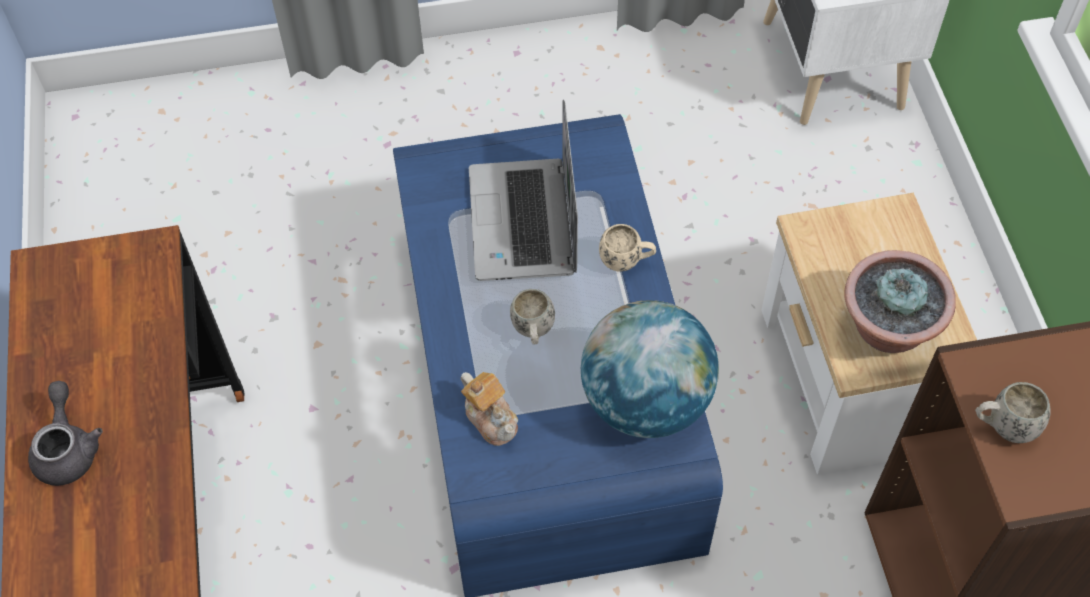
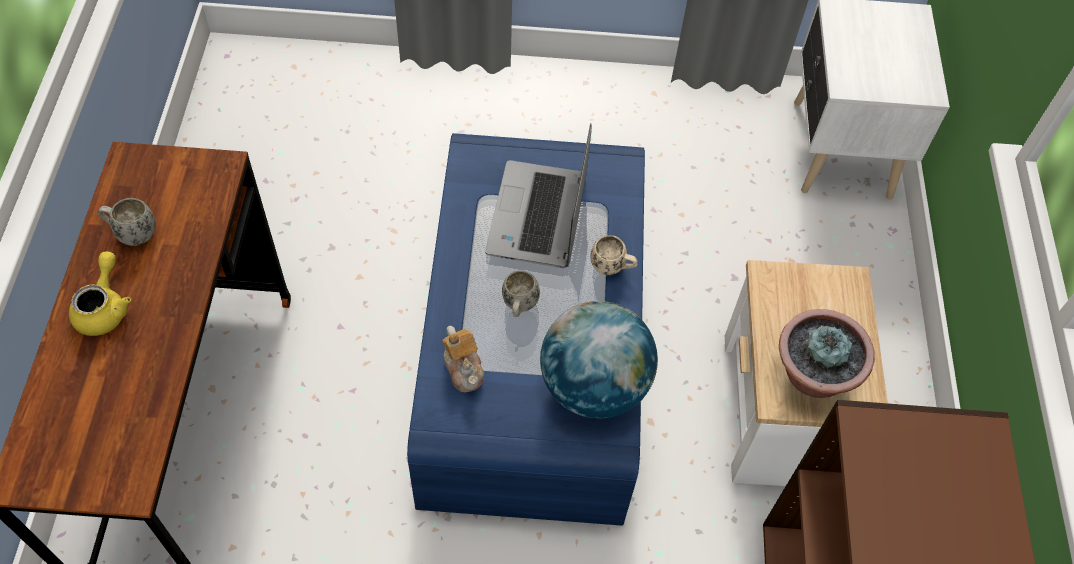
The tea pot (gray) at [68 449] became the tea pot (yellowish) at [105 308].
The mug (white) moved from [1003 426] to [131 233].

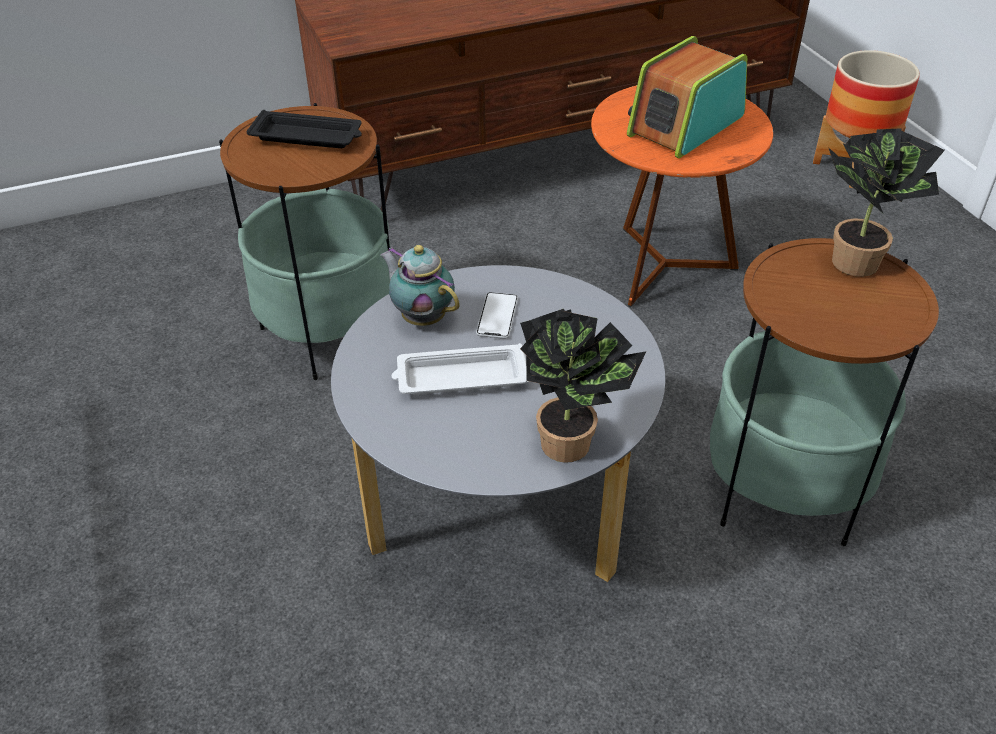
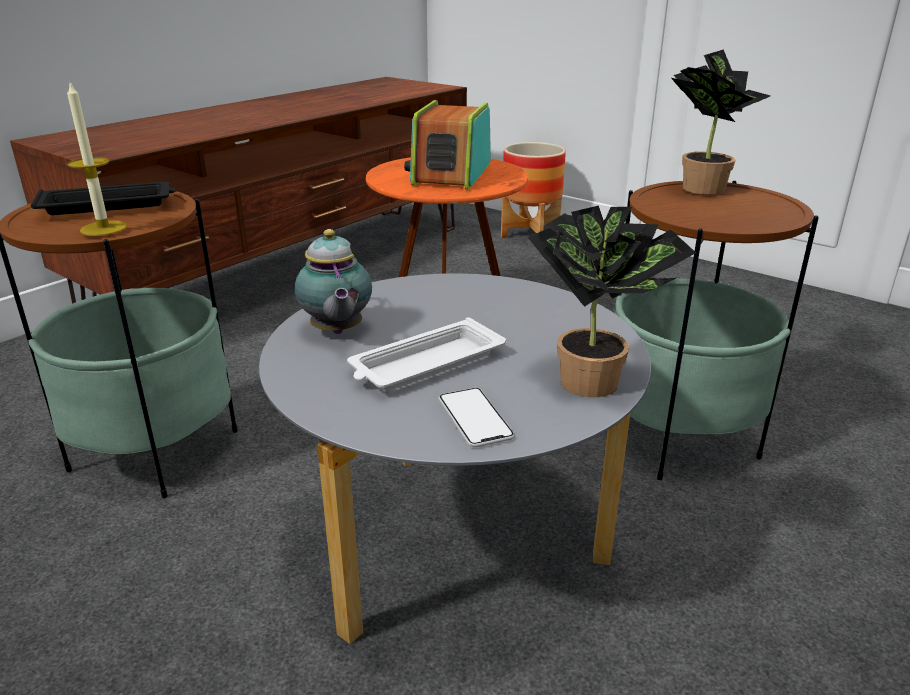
The wax candle at [103 228] appeared.
The tea pot at [422 317] turned 120 degrees counterclockwise.
The phone moved from [497 316] to [475 418].

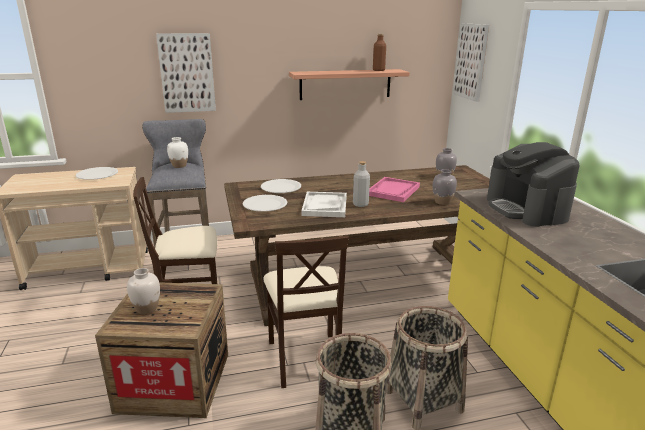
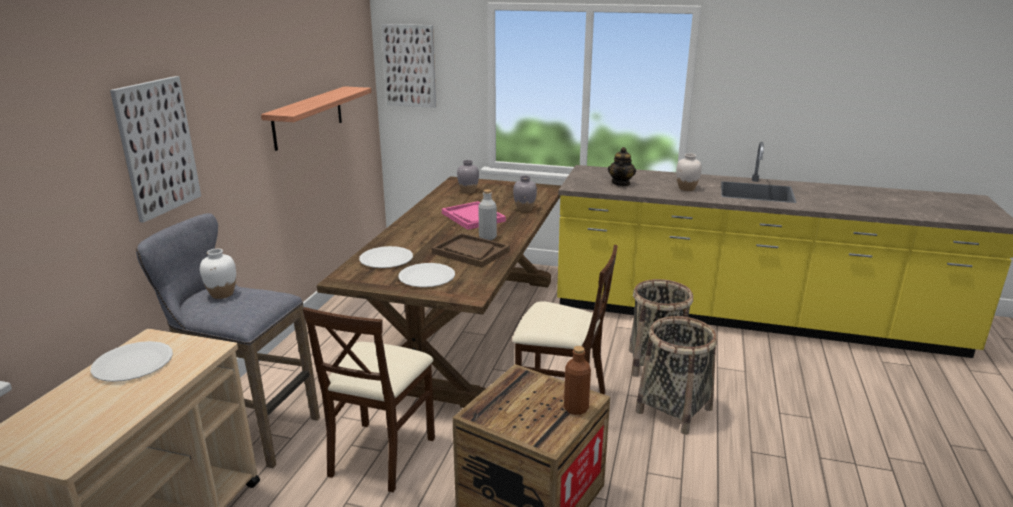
The tray (white) at [324 206] became the tray (brown) at [470 252].
The beverage bottle (brown) moved from [378 70] to [576 408].
The coffee brewer at [526 209] was replaced by the tea pot at [621 183].
The flower vase (white) moved from [147 309] to [686 188].

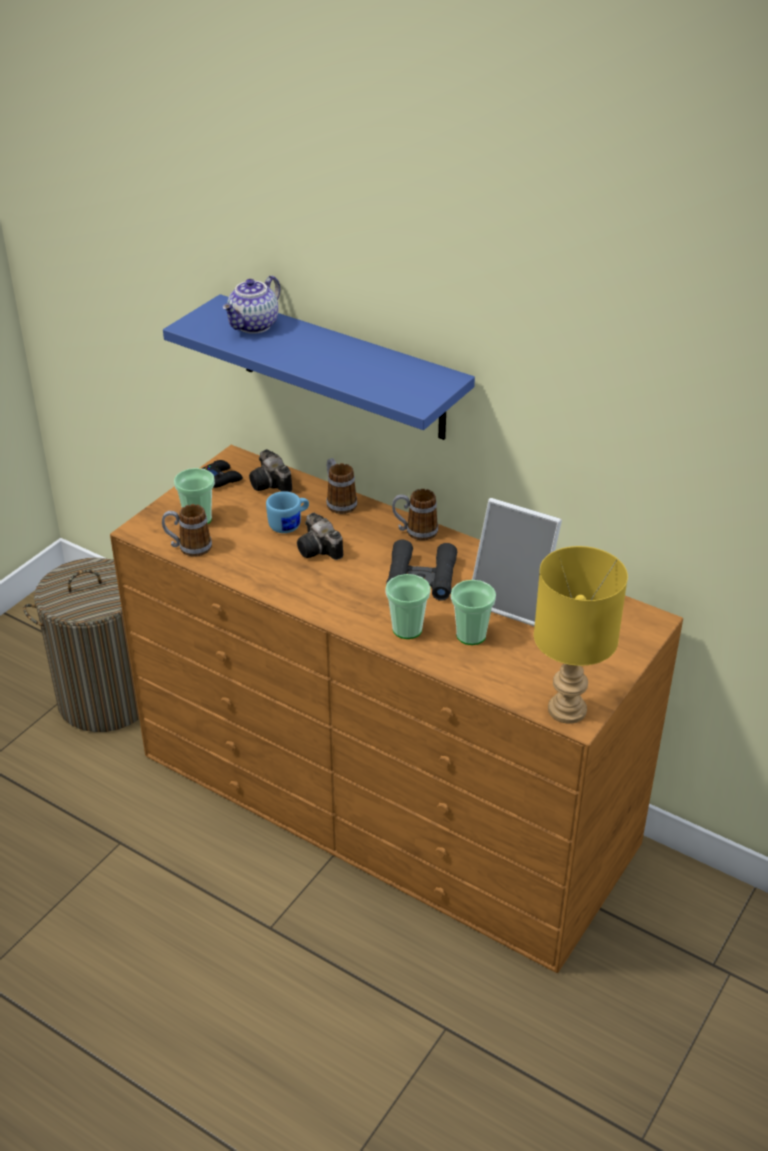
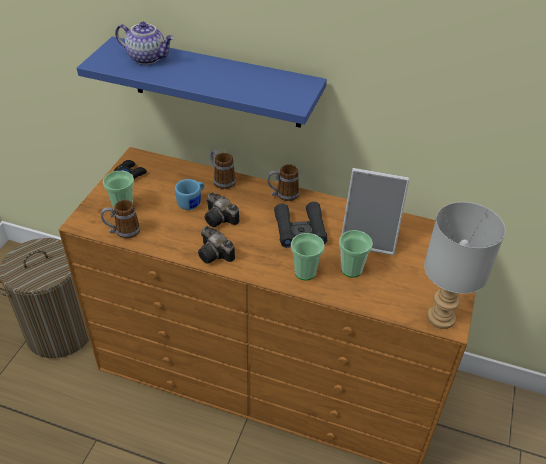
The tea pot at [254 326] turned 90 degrees counterclockwise.
The still camera moved from [271 484] to [216 255].
The lamp for a table (yellowish) at [565 710] became the lamp for a table (gray) at [439 318].

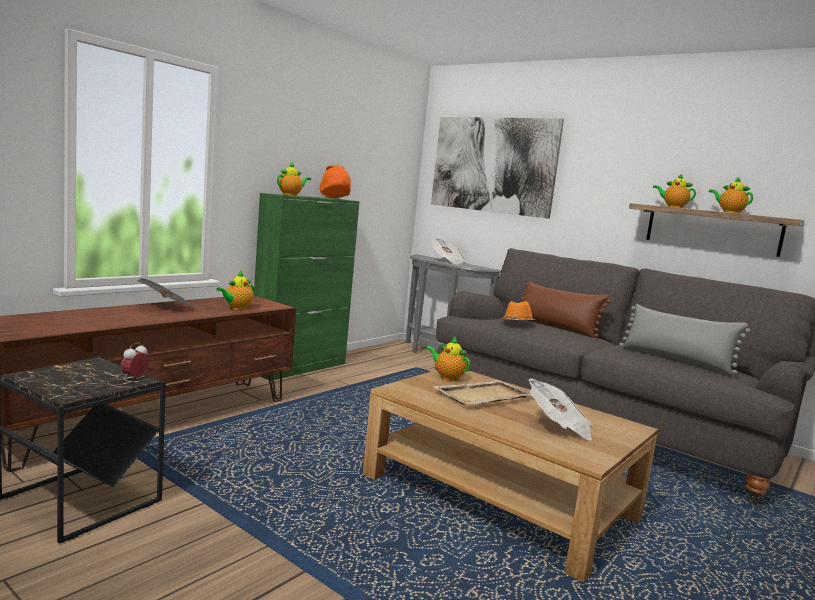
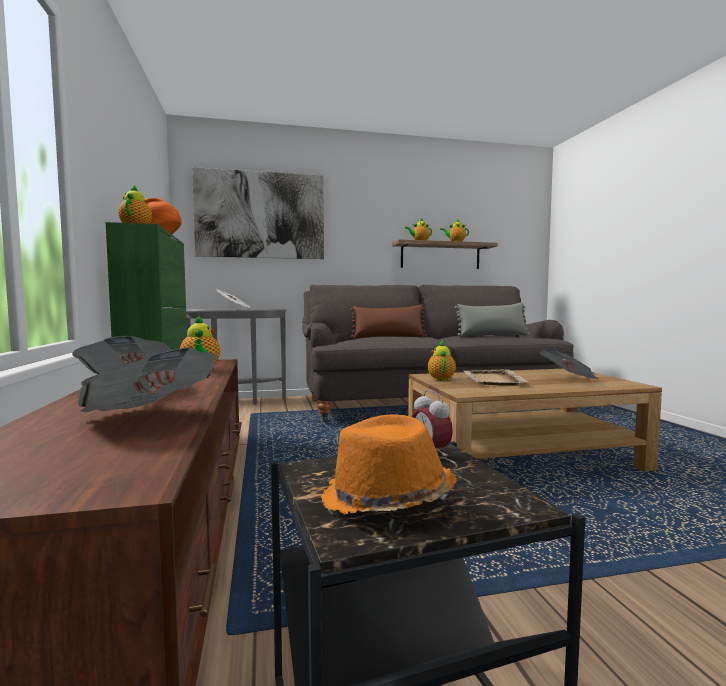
The daily paper at [150 418] appeared.
The wearable hat (orangey) moved from [517 323] to [385 500].
The tea pot at [447 377] turned 105 degrees clockwise.

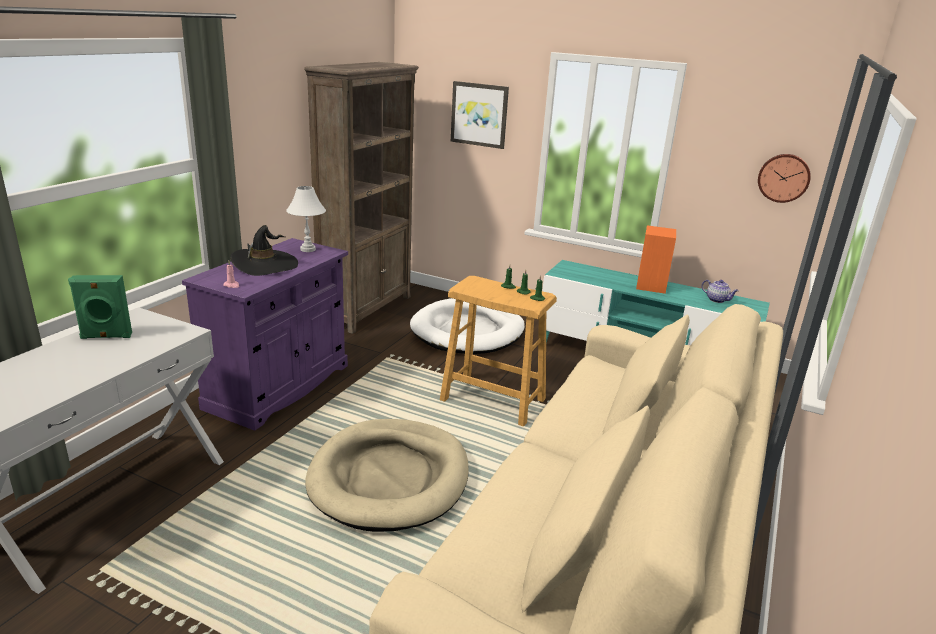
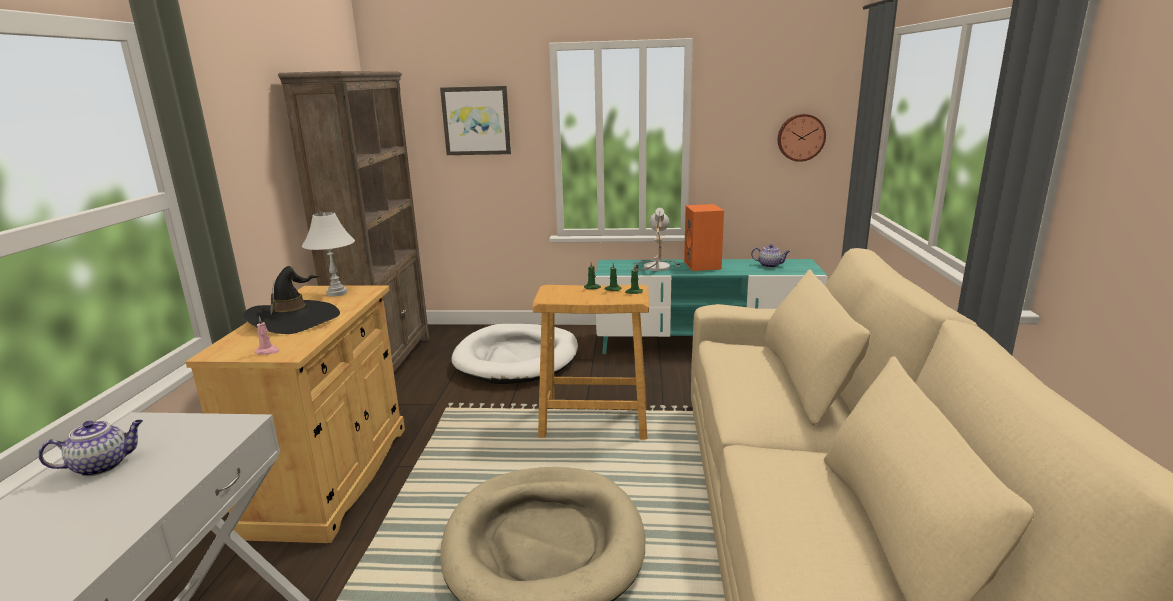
The speaker (green-coloured) at [106 336] was replaced by the tea pot at [103 465].
The storage cabinet (purplish) at [279 386] became the storage cabinet (beige) at [331 477].
The lamp for a table at [654 266] appeared.

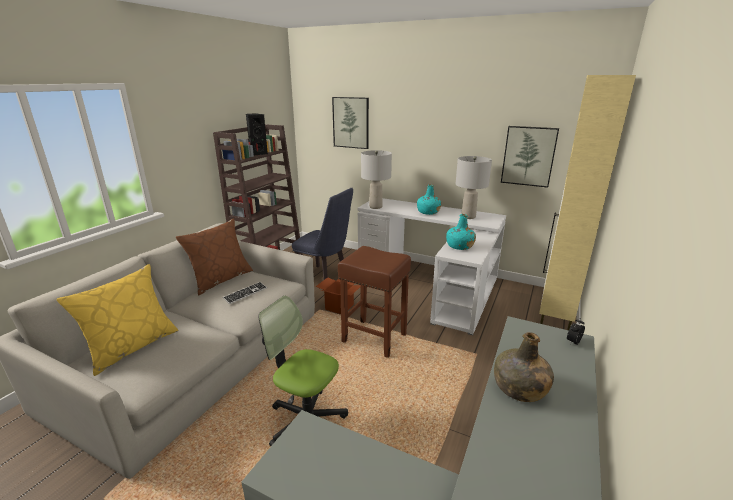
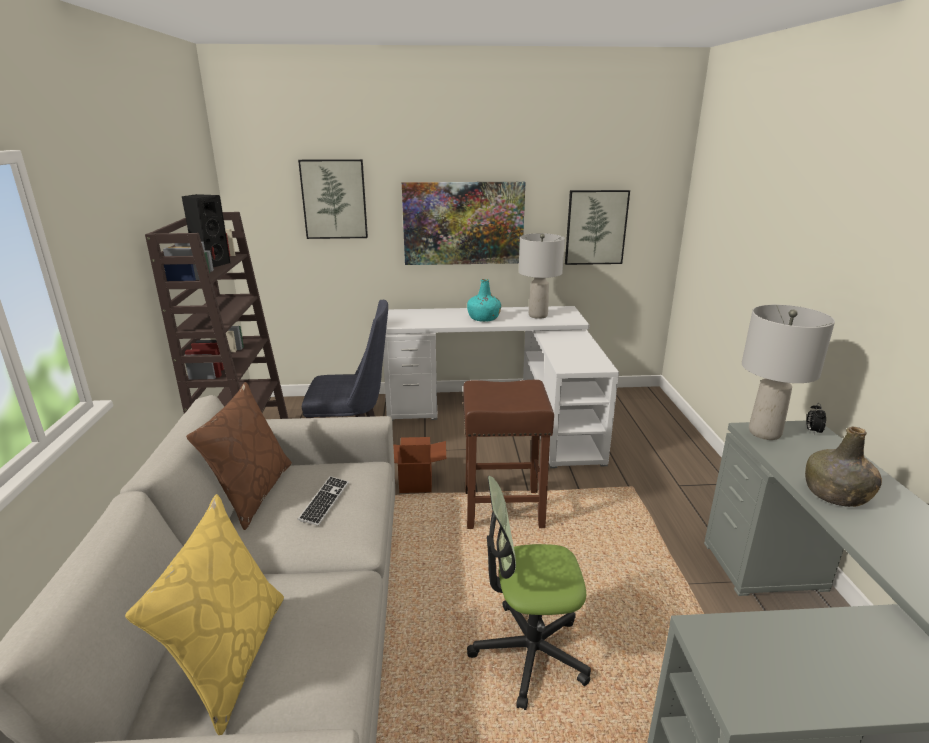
The wall art at [463 223] appeared.
The lamp for a table (gray) moved from [375 207] to [765 433].
The beverage bottle (turquoise) at [459 246] disappeared.
The storage cabinet (beige) at [555 314] disappeared.

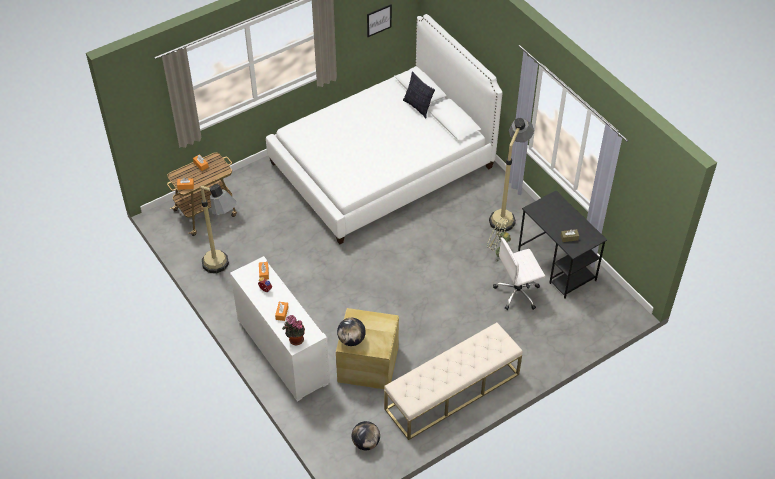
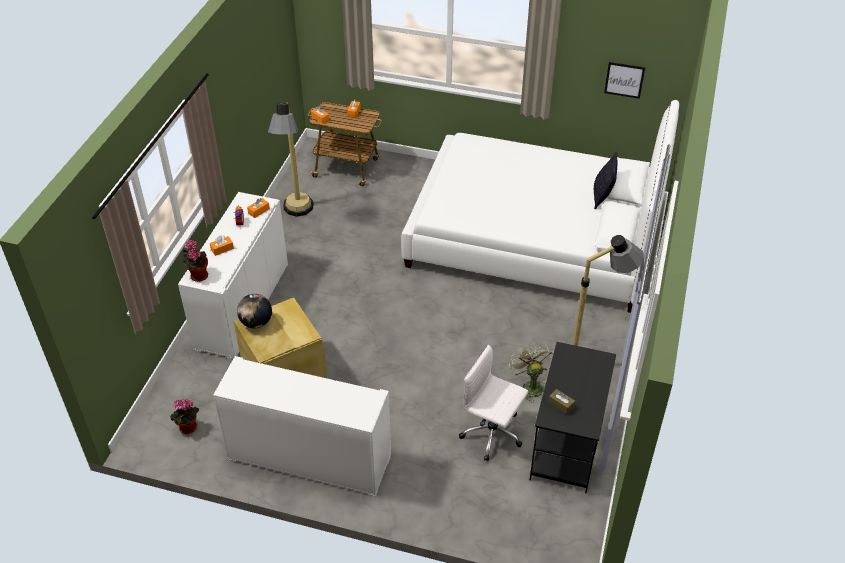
The desk globe at [366 443] was replaced by the houseplant at [187 429].
The long seat (beige) at [452 392] was replaced by the storage cabinet (white) at [309 458].

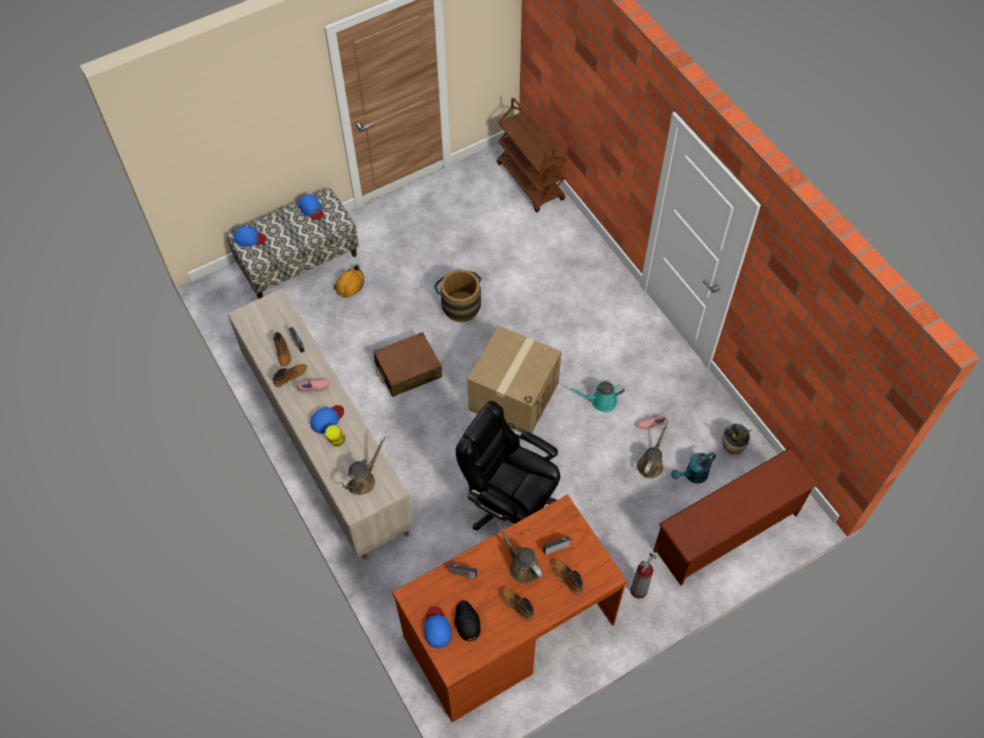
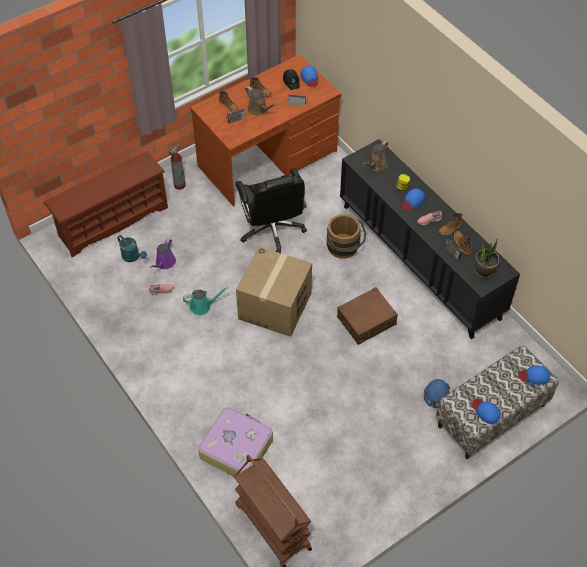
The watering pot (turquoise) at [693 475] turned 75 degrees clockwise.
The watering pot (brown) at [651 464] became the watering pot (purplish) at [164 263].
The travel case at [236 447] appeared.
The desk chair (black-coloured) at [510 503] turned 45 degrees clockwise.
The bucket (brown) moved from [459 304] to [344 249].
The storage cabinet (beige) at [326 445] became the storage cabinet (black-coloured) at [419 260].
The safety helmet (orangey) at [350 284] became the safety helmet (blue-coloured) at [436 395].
The houseplant moved from [733 446] to [484 270].

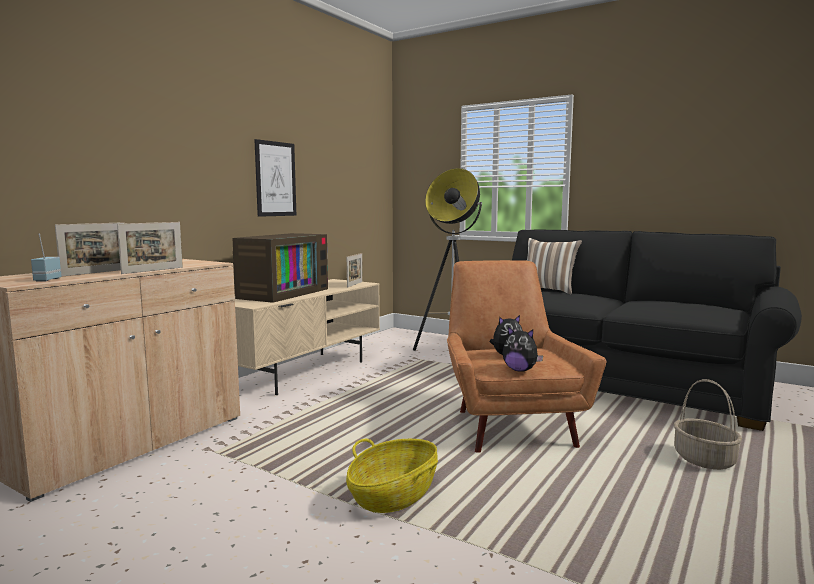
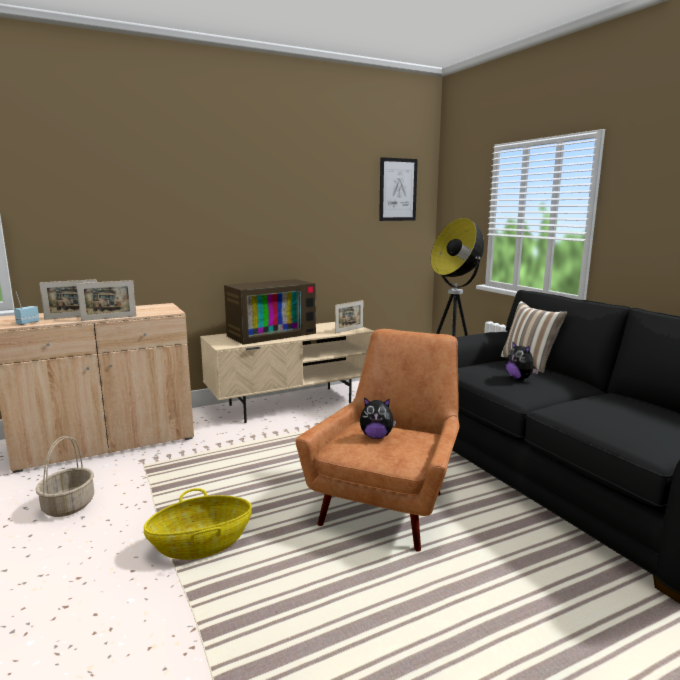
The household basket moved from [703 459] to [68 505].
The wall art moved from [275 179] to [398 189].
The soft toy moved from [520 370] to [519 378].

